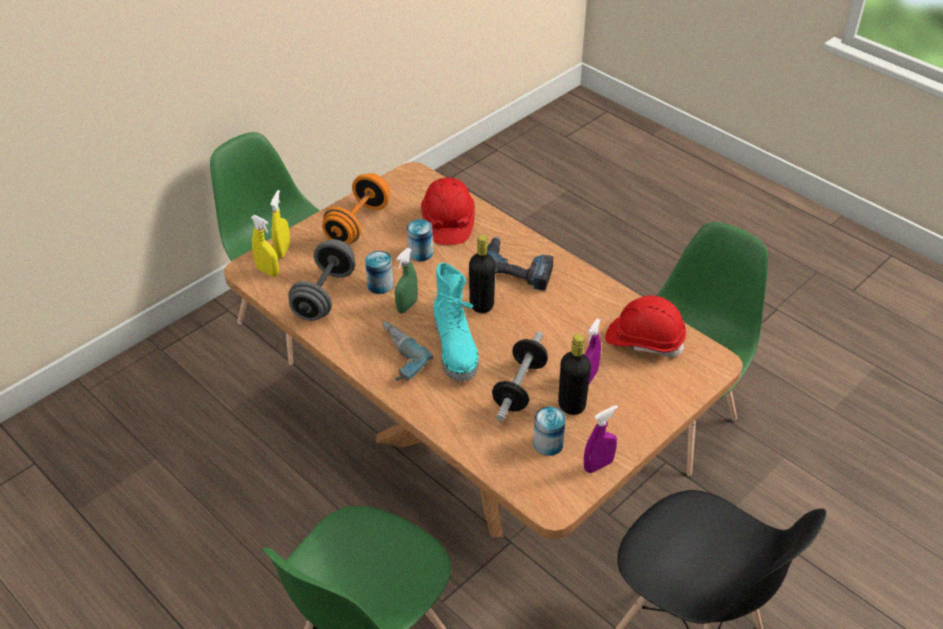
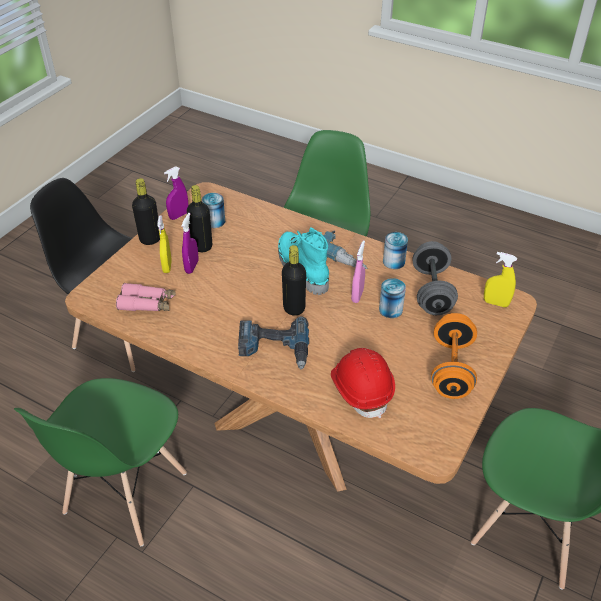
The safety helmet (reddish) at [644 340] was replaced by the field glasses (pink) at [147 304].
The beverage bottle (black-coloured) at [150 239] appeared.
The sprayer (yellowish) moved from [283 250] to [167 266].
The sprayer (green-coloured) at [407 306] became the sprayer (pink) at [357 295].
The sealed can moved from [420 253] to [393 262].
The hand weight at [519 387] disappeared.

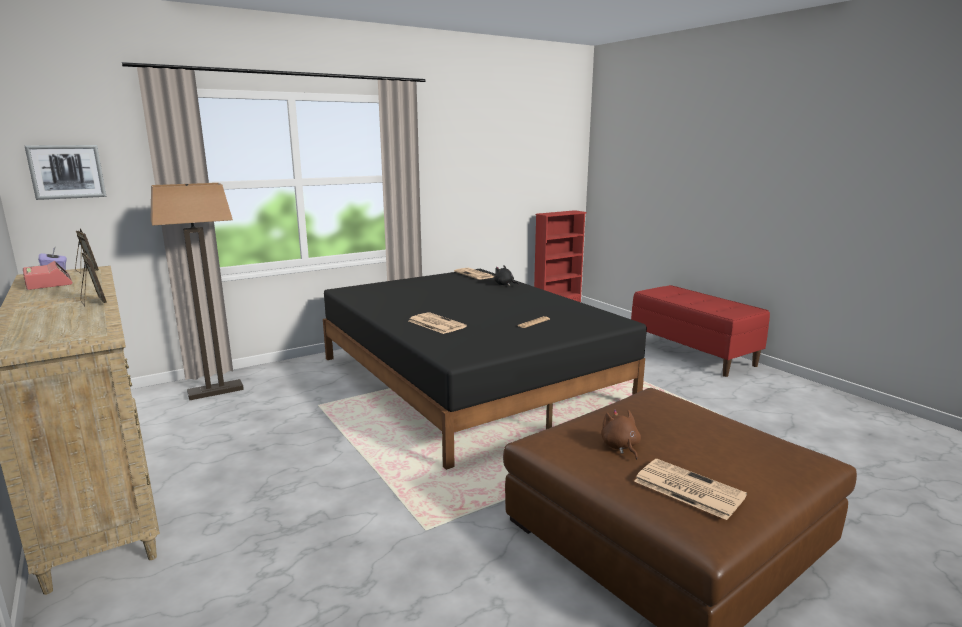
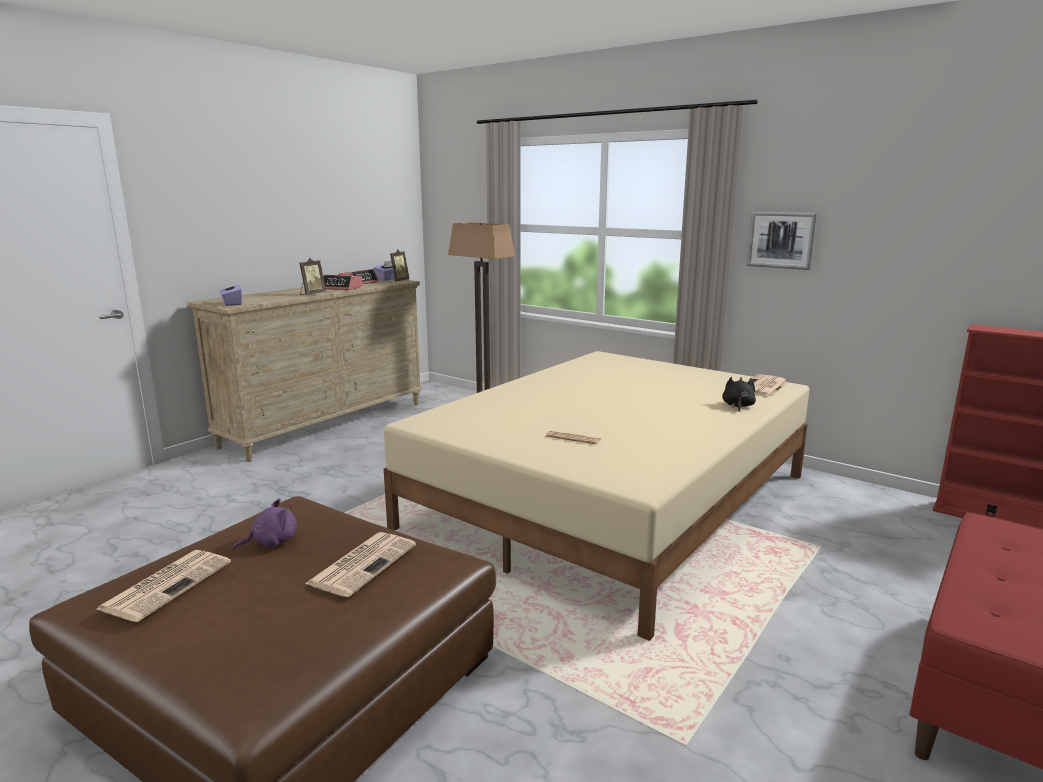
The tissue holder (purplish) at [232 304] appeared.
The soft toy (brown) at [620 446] became the soft toy (purplish) at [271 542].
The daily paper moved from [435 324] to [363 563].
The table clock at [342 288] appeared.
The bedroom bed (black-coloured) at [469 380] became the bedroom bed (beige) at [612 501].
The wall art moved from [67 171] to [781 240].

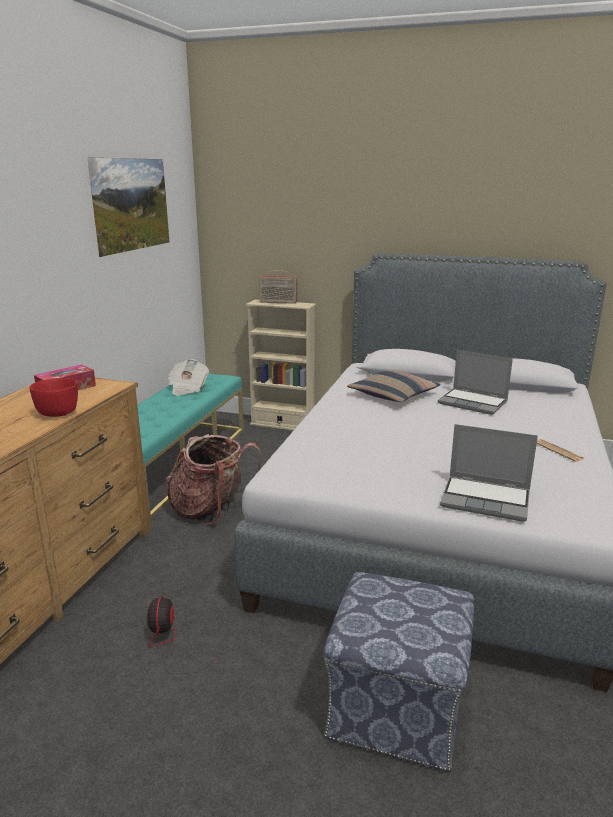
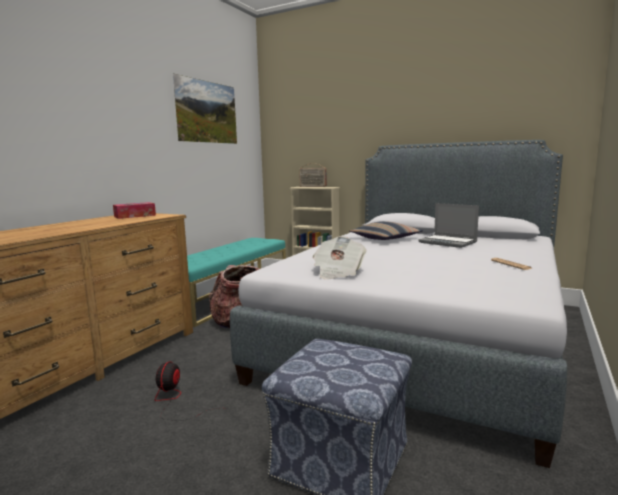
The daily paper moved from [187 388] to [338 272].
The deep dish (reddish) at [58 413] disappeared.
The laptop at [486 499] disappeared.

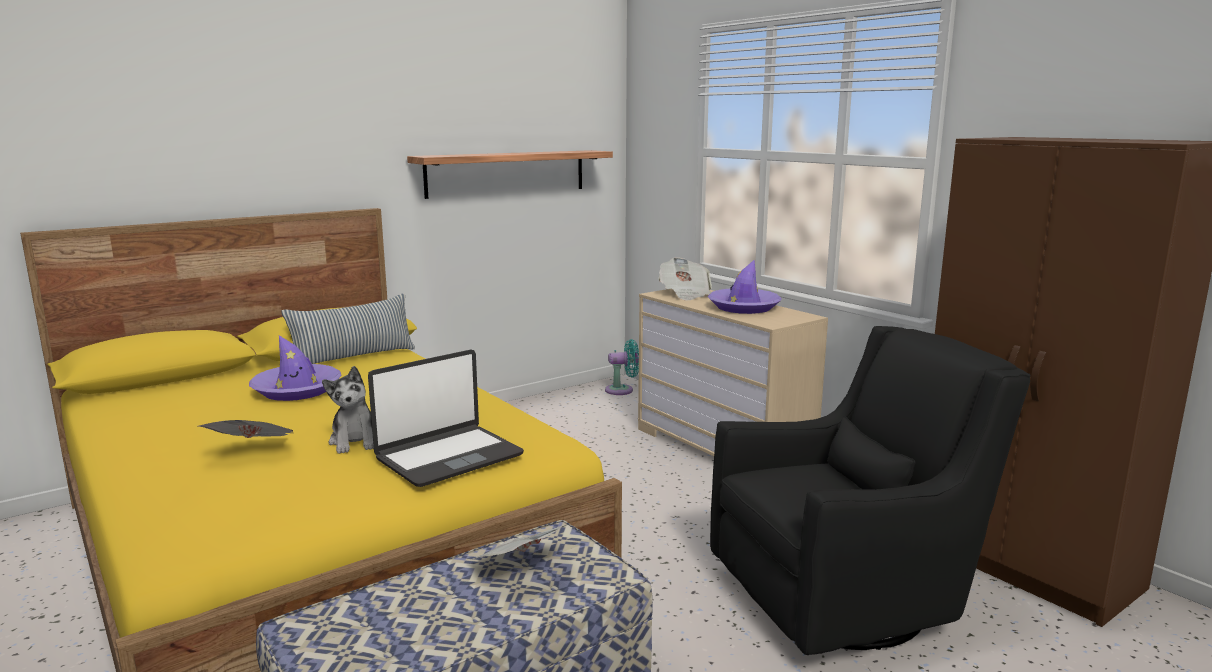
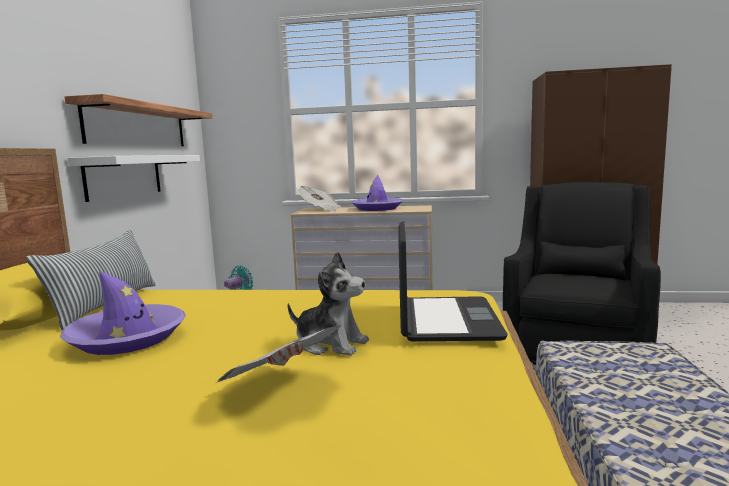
The bracket shelf (white) at [124 176] appeared.
The daily paper at [520 567] disappeared.

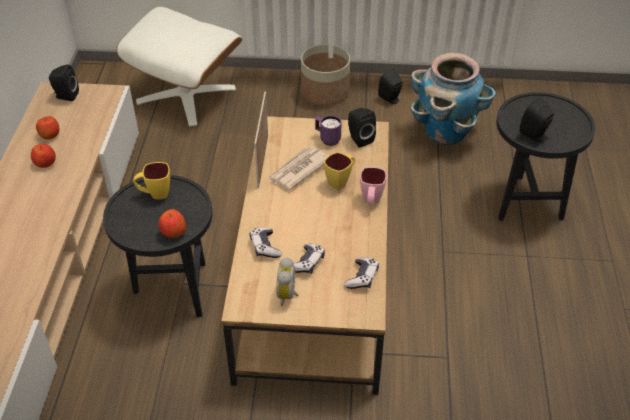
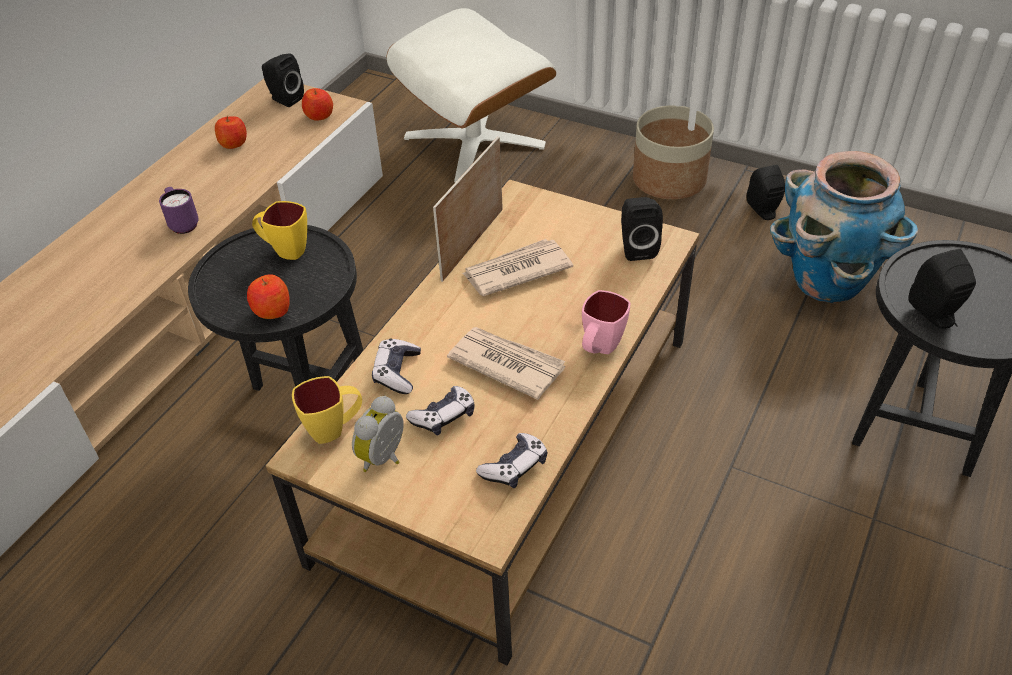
The mug (purplish) moved from [327 139] to [183 223].
The mug (yellowish) moved from [340 181] to [335 429].
The apple fruit moved from [45 163] to [319 116].
The daily paper at [506 363] appeared.

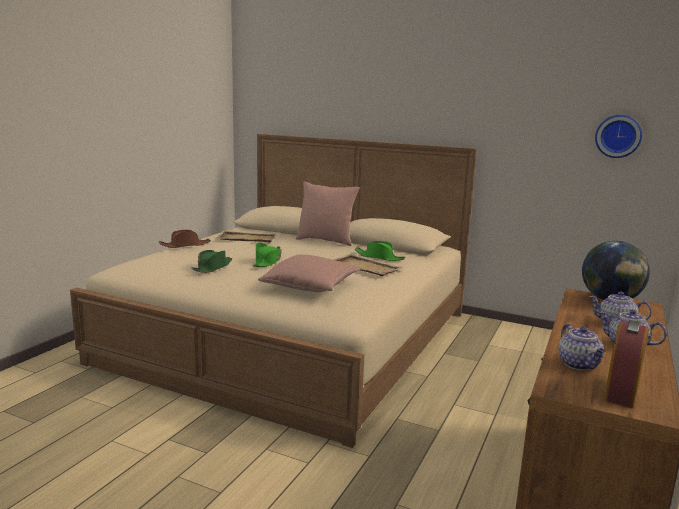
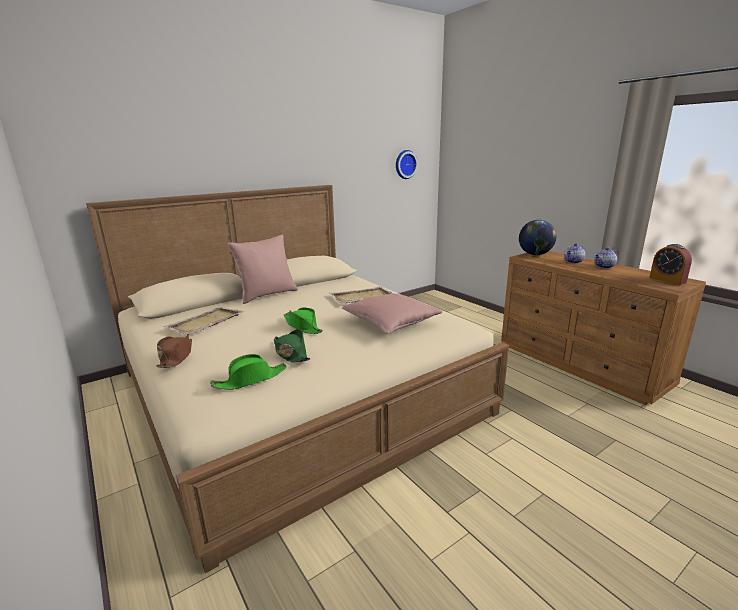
The wearable hat (green-coloured) moved from [379 257] to [251 379].
The tea pot at [579 365] disappeared.

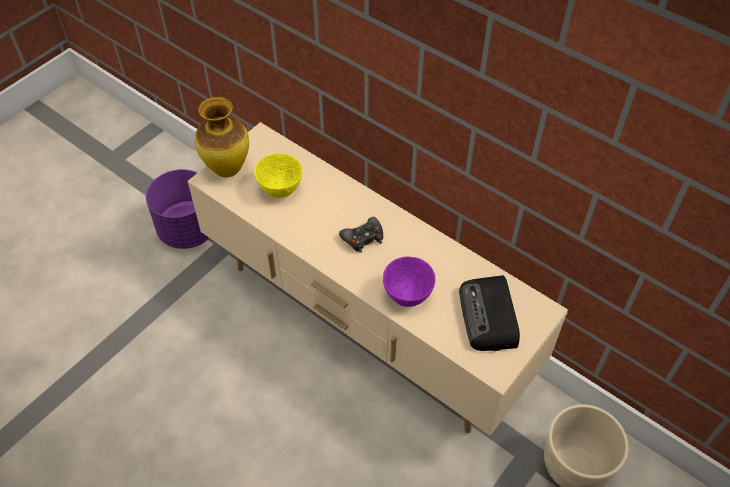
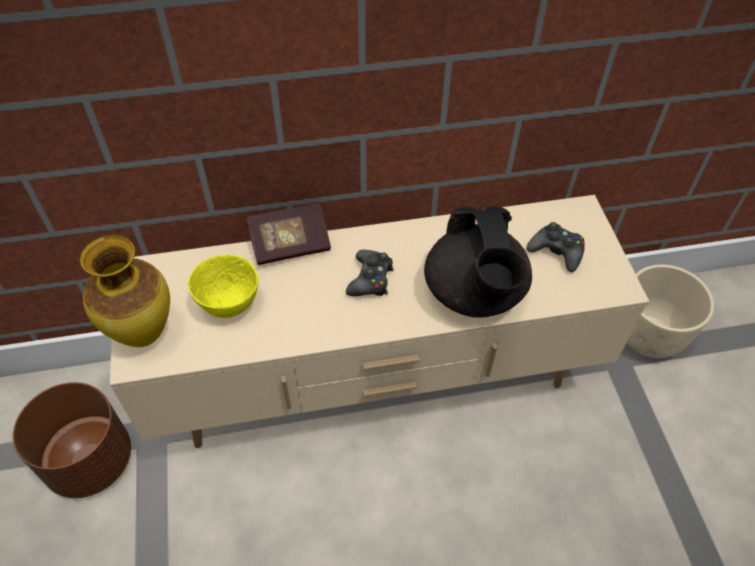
The flower pot (purplish) at [188 229] became the flower pot (brown) at [89 460].
The bound book at [290 245] appeared.
The deep dish (purplish) at [406 295] was replaced by the tea pot (black-coloured) at [474 294].
The radio set at [489 317] was replaced by the game controller (black-coloured) at [556 251].

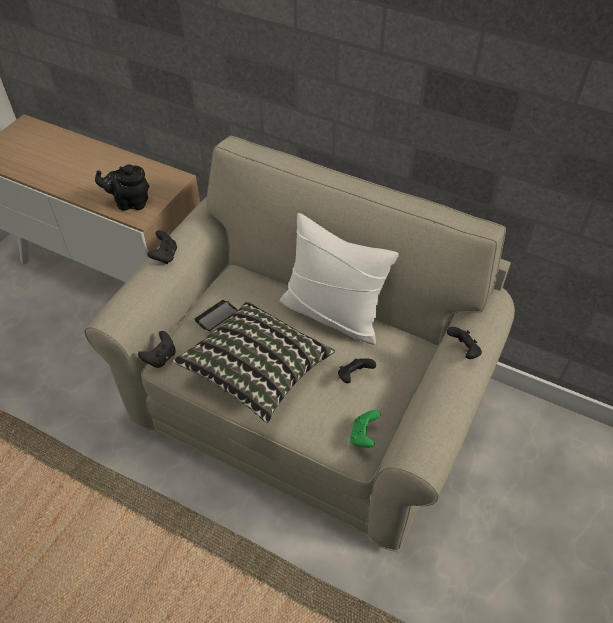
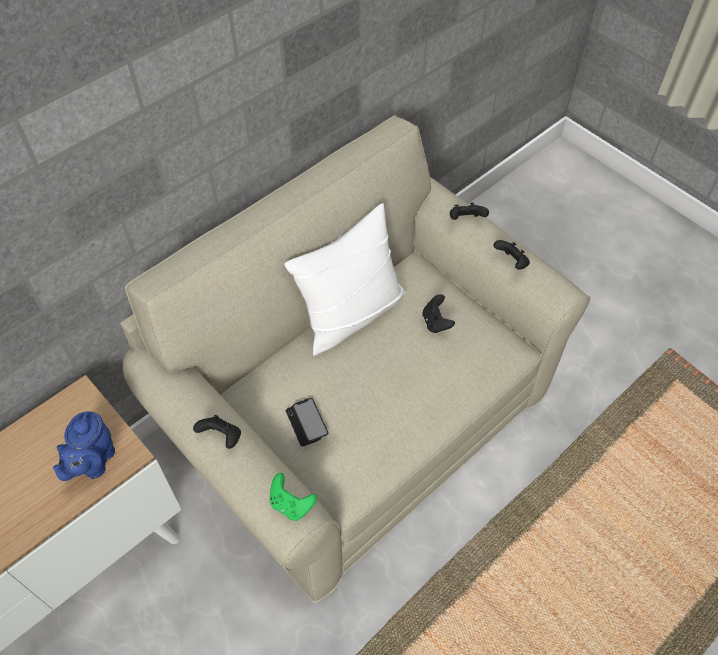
The tea pot (black-coloured) at [130 203] became the tea pot (blue-coloured) at [93 462].
The game controller (green-coloured) moved from [363 436] to [291 504].
The game controller (black-coloured) moved from [160 357] to [511 262].
The throw pillow at [256 371] disappeared.

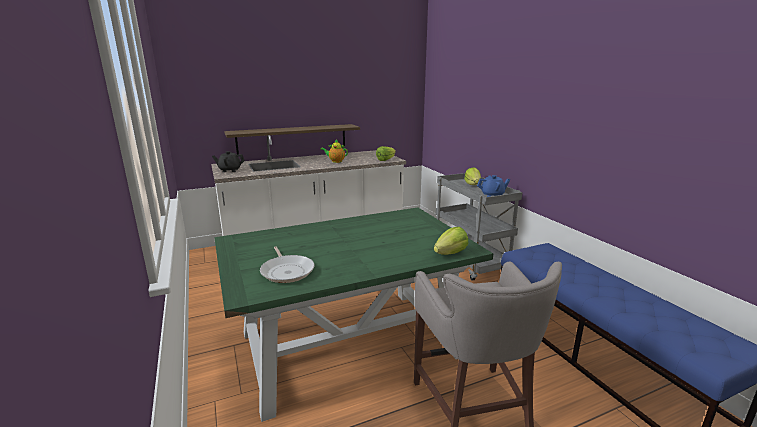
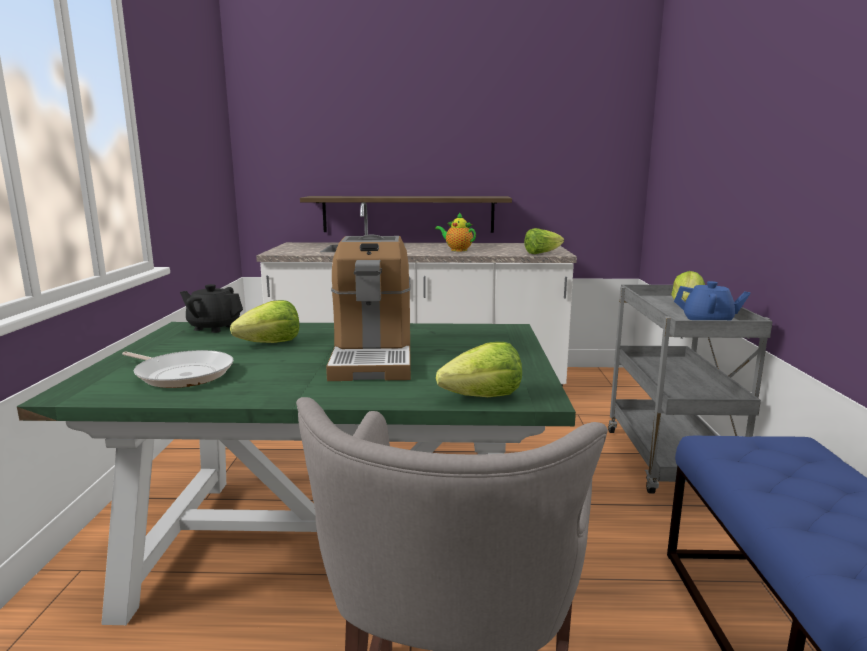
The pan at [287 271] turned 60 degrees counterclockwise.
The tea pot (black-coloured) moved from [230 170] to [214 327].
The lettuce at [271 343] appeared.
The coffee brewer at [373 357] appeared.

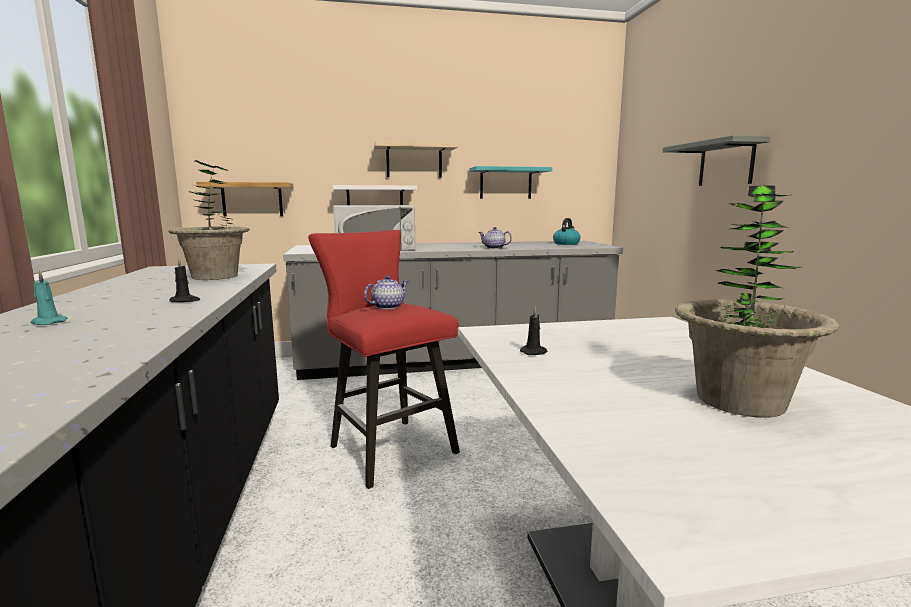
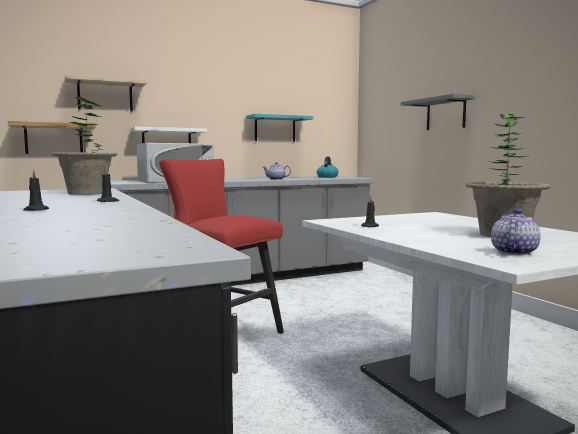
The wax candle (turquoise) at [48 322] became the wax candle (black-coloured) at [35 210].
The bracket shelf (beige) moved from [414 161] to [105 95].
The tea pot moved from [387 307] to [513 252].

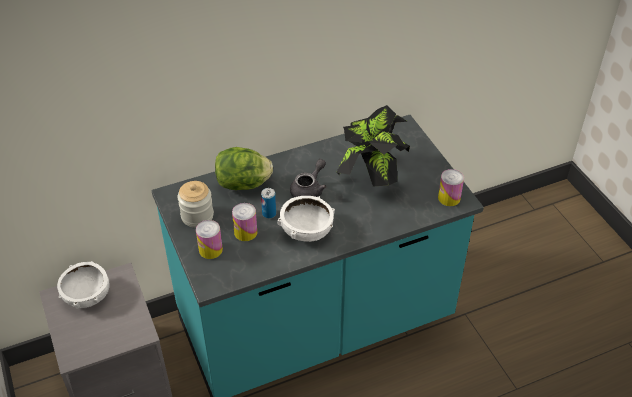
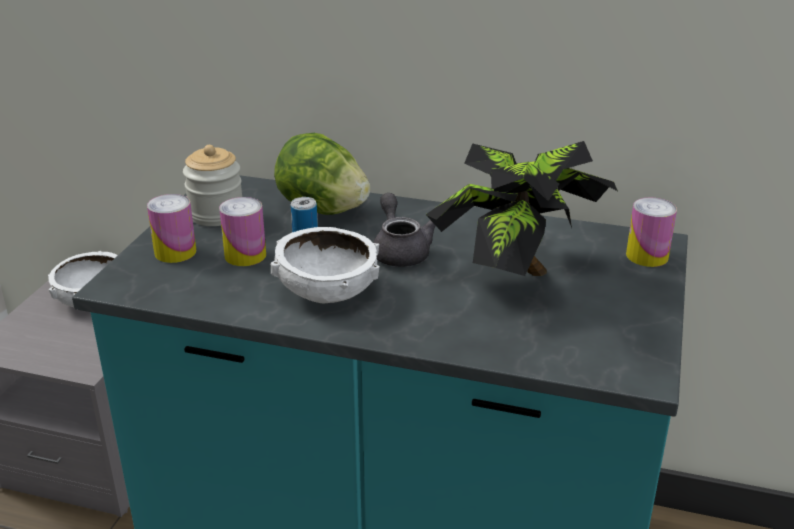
The tea pot (gray) at [309 190] turned 90 degrees counterclockwise.
The sealed can moved from [449 198] to [647 256].

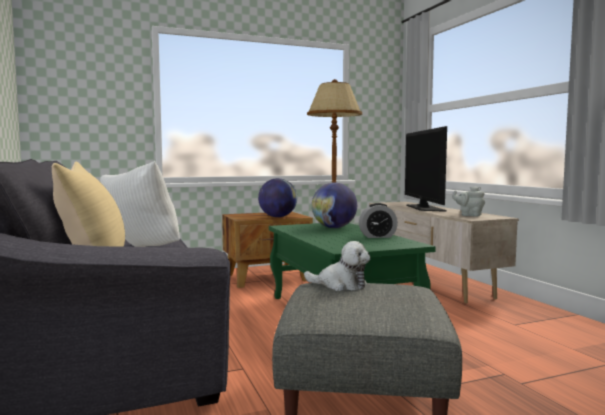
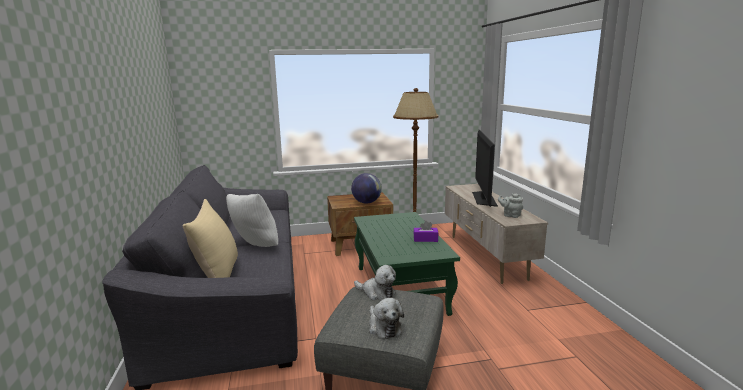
The soft toy at [383 327] appeared.
The table clock at [377 236] was replaced by the tissue holder (purplish) at [425 239].
The desk globe at [334 227] disappeared.

